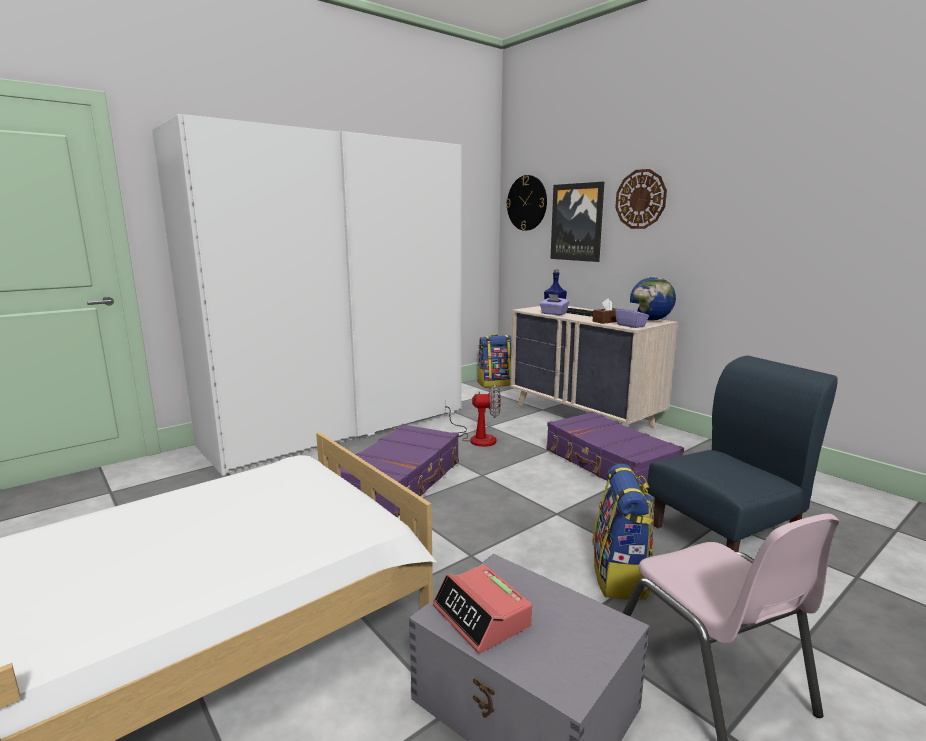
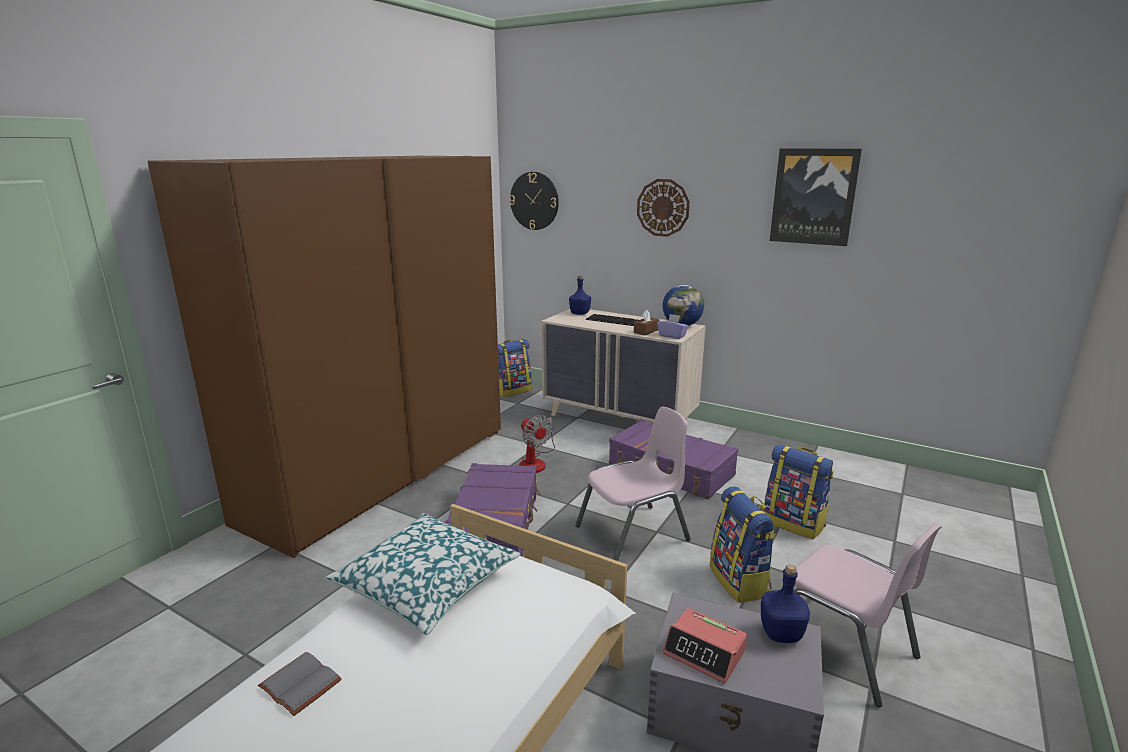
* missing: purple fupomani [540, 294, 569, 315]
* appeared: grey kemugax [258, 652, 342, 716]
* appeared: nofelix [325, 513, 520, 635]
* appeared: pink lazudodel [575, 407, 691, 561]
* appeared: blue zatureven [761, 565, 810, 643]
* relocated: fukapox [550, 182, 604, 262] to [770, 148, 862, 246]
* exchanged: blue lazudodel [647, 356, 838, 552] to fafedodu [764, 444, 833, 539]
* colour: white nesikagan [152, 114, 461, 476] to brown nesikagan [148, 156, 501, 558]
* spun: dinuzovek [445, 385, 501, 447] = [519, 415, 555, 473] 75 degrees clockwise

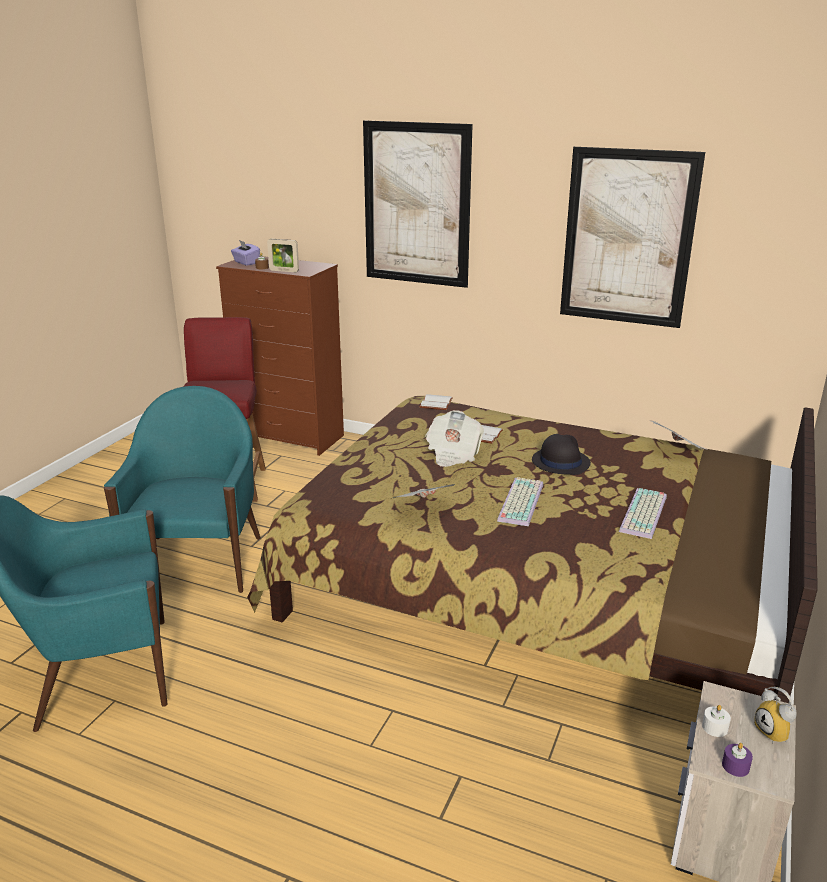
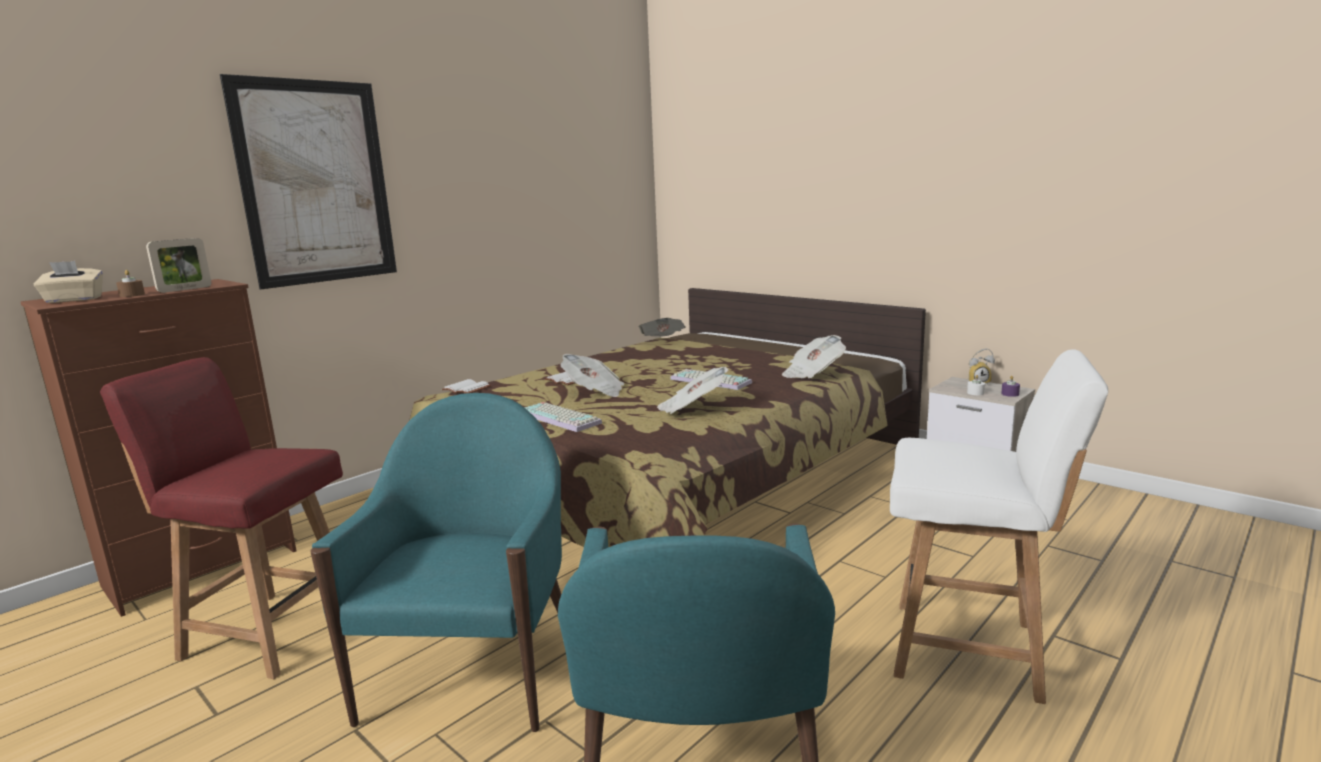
* missing: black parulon [532, 434, 591, 475]
* missing: fukapox [560, 147, 705, 328]
* appeared: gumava [782, 335, 846, 378]
* appeared: white lazudodel [890, 349, 1108, 704]
* relocated: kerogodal [619, 488, 667, 539] to [525, 402, 602, 432]
* colour: purple fupomani [231, 240, 260, 265] to beige fupomani [34, 261, 103, 303]
* spun: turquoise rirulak [104, 386, 261, 593] = [311, 393, 562, 732] 75 degrees clockwise

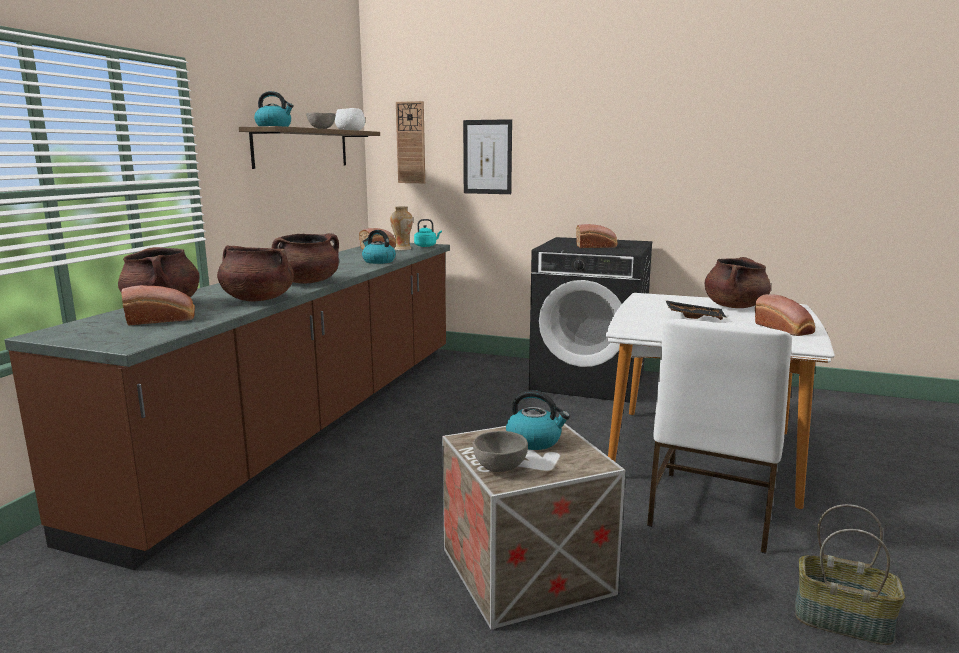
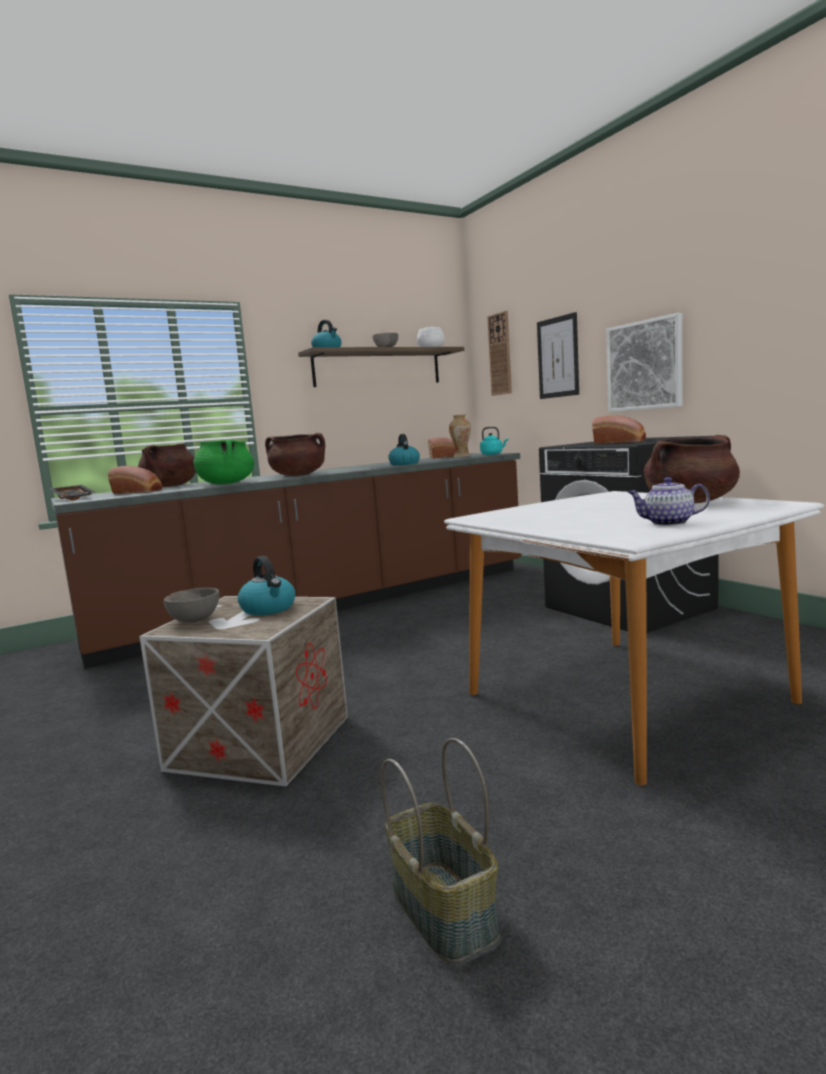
* missing: white lazudodel [647, 319, 792, 554]
* appeared: fukapox [606, 313, 683, 412]
* relocated: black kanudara [666, 300, 727, 320] to [50, 485, 95, 500]
* exchanged: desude [755, 294, 815, 336] to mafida [628, 477, 710, 526]
* colour: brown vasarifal [217, 245, 294, 301] to green vasarifal [193, 440, 254, 484]

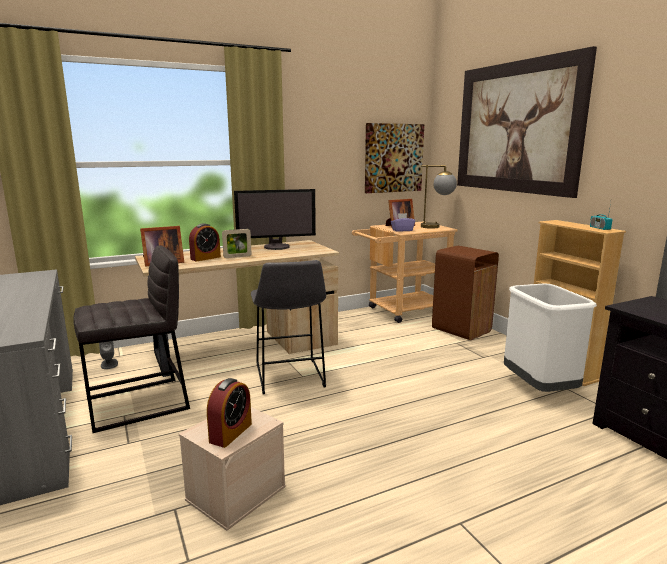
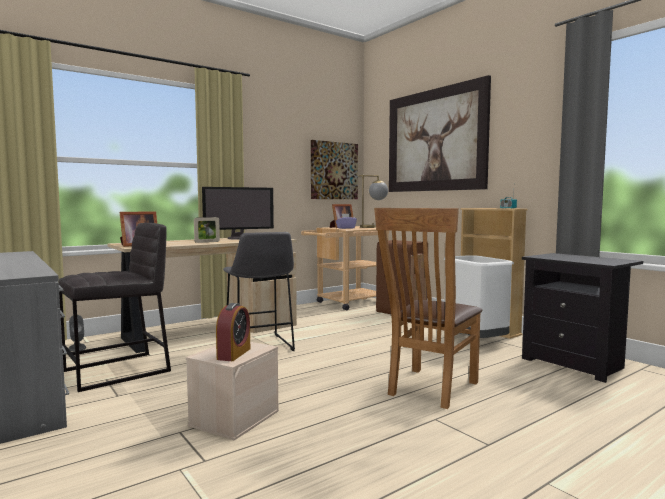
* missing: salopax [189, 223, 221, 262]
* appeared: brown lazudodel [374, 208, 482, 409]

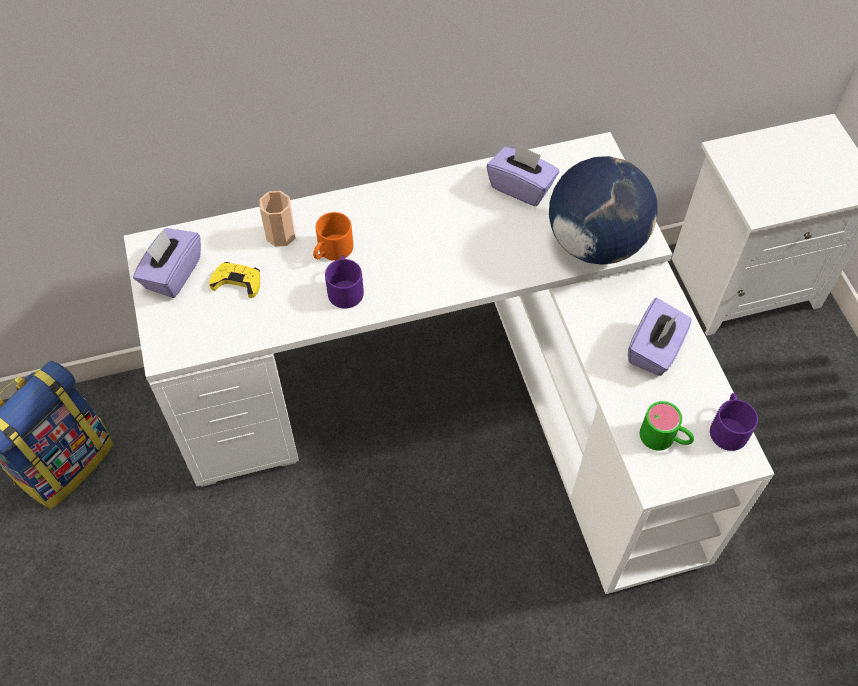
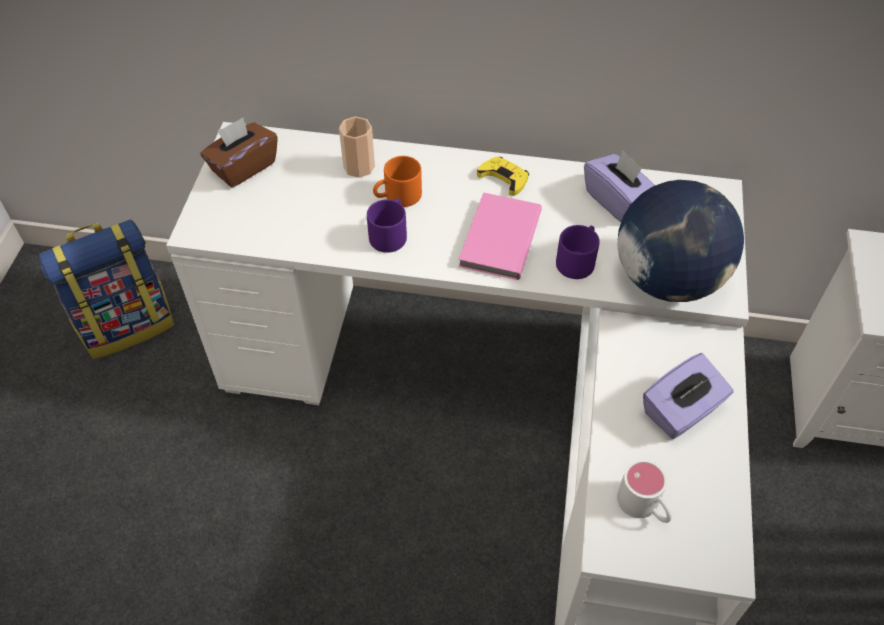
* appeared: pink kemugax [458, 192, 542, 280]
* relocated: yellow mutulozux [209, 262, 260, 298] to [477, 157, 529, 196]
* relocated: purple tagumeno [710, 393, 758, 451] to [556, 225, 600, 279]
* colour: purple fupomani [133, 228, 201, 298] to brown fupomani [200, 118, 278, 187]
* colour: green tagumeno [640, 401, 694, 450] to white tagumeno [617, 460, 672, 523]

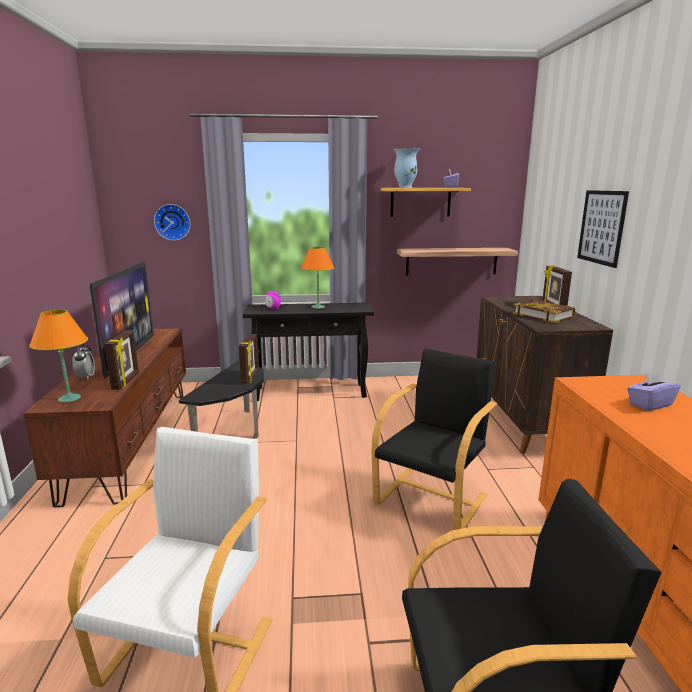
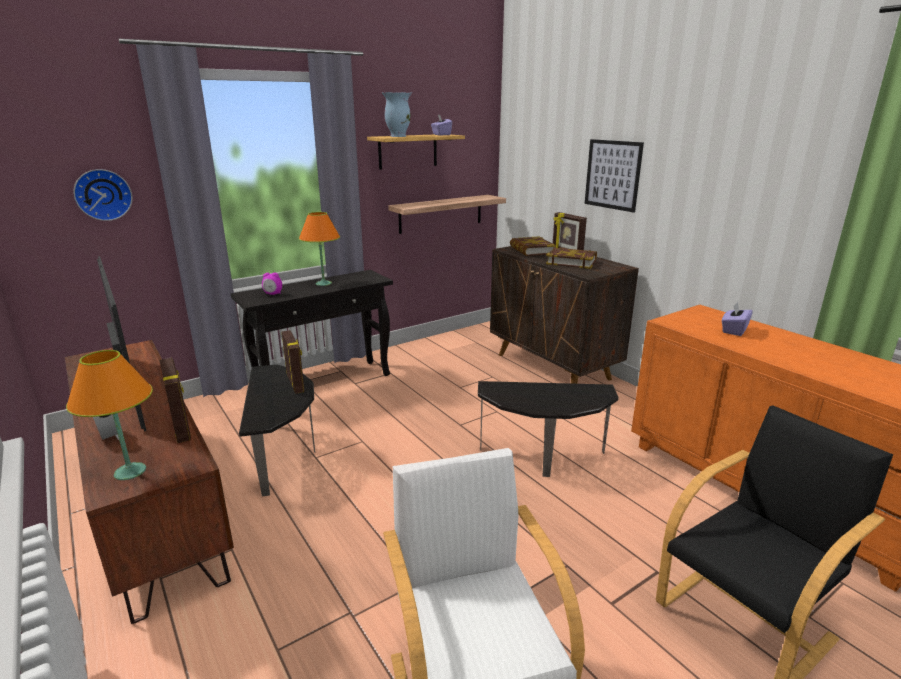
* appeared: kemugax [510, 237, 556, 256]
* exchanged: black rirulak [372, 348, 497, 530] to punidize [478, 381, 619, 477]

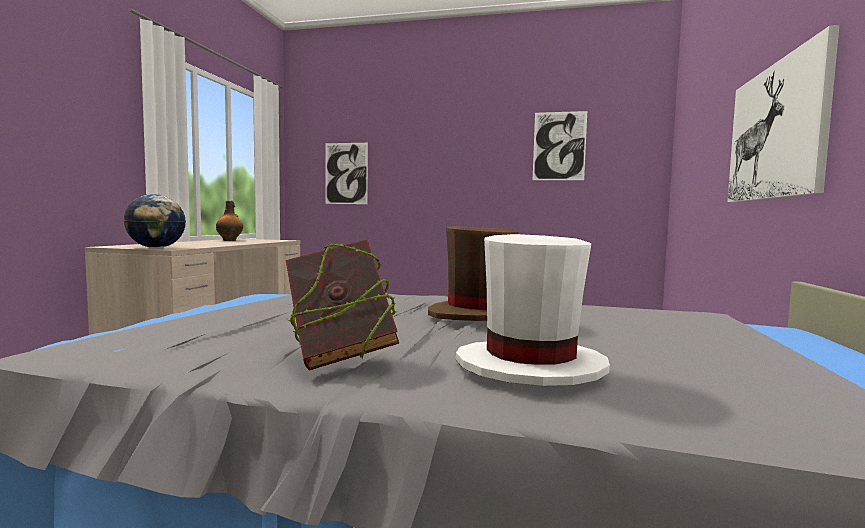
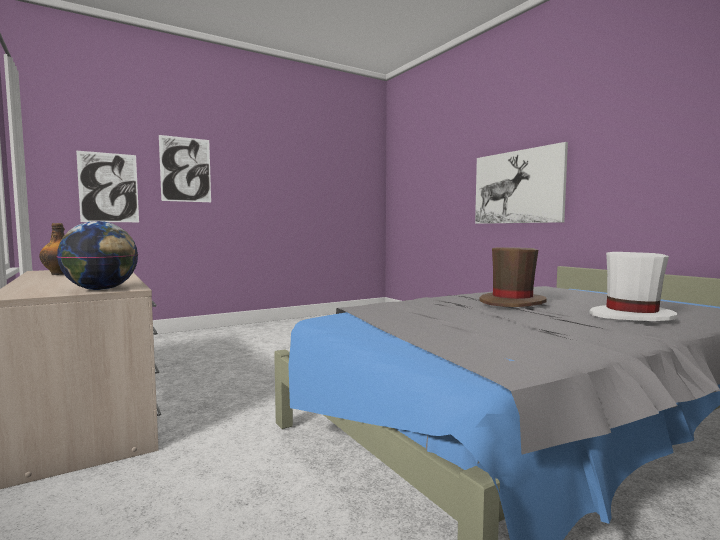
* missing: kemugax [286, 239, 399, 370]
* relocated: fukapox [533, 111, 587, 180] to [159, 135, 211, 202]

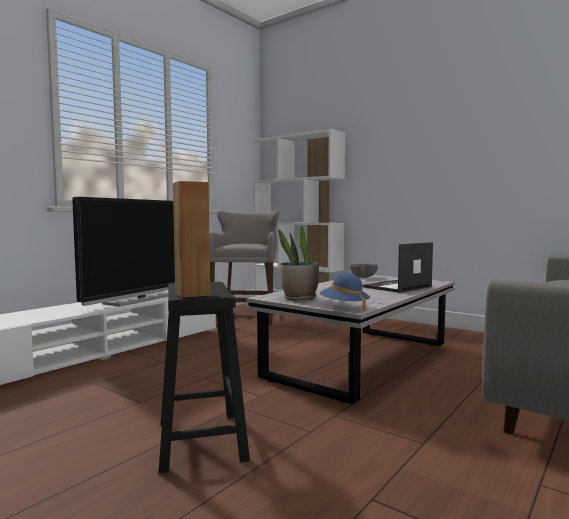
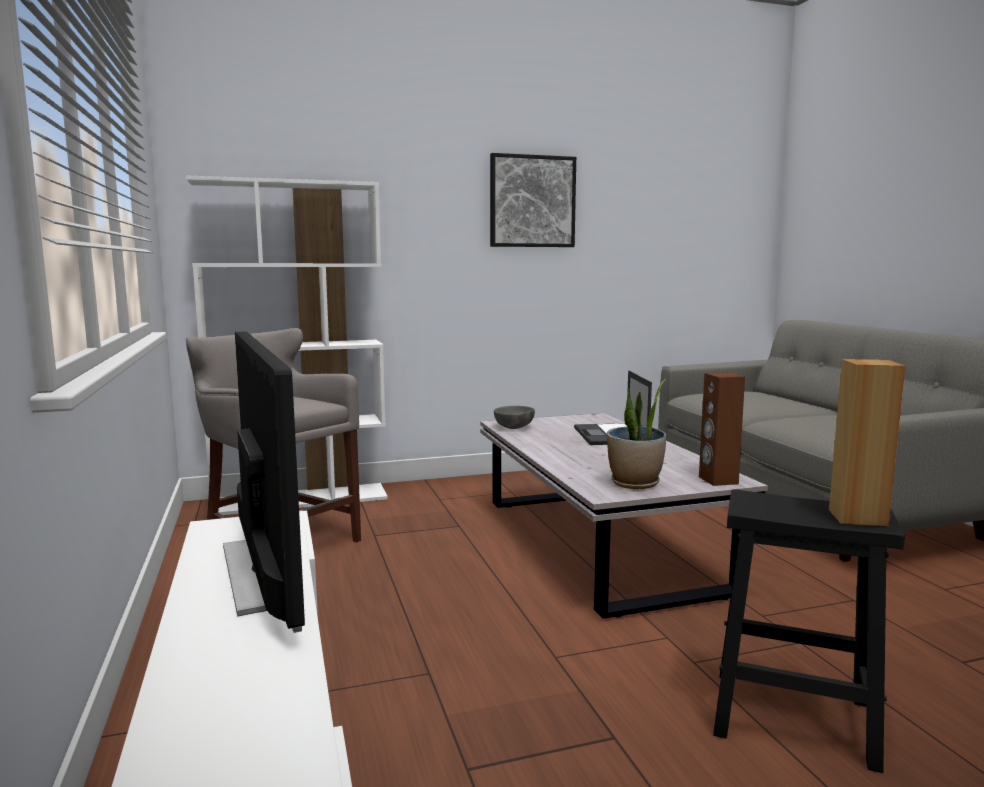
* appeared: fukapox [490, 153, 576, 247]
* exchanged: blue parulon [320, 273, 370, 311] to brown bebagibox [699, 372, 745, 486]

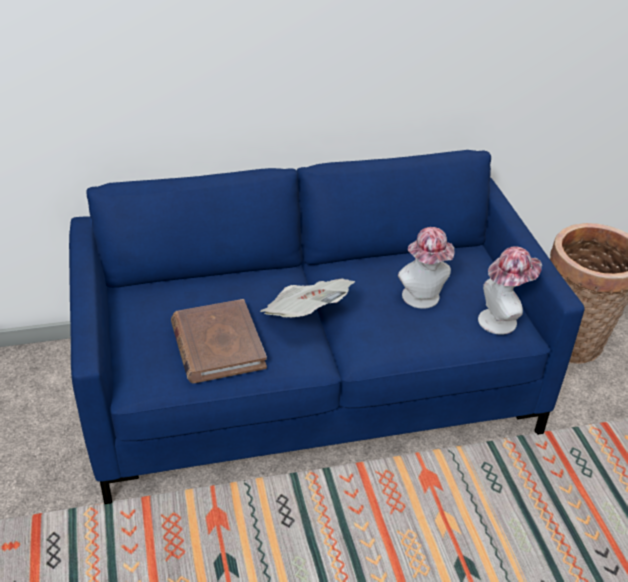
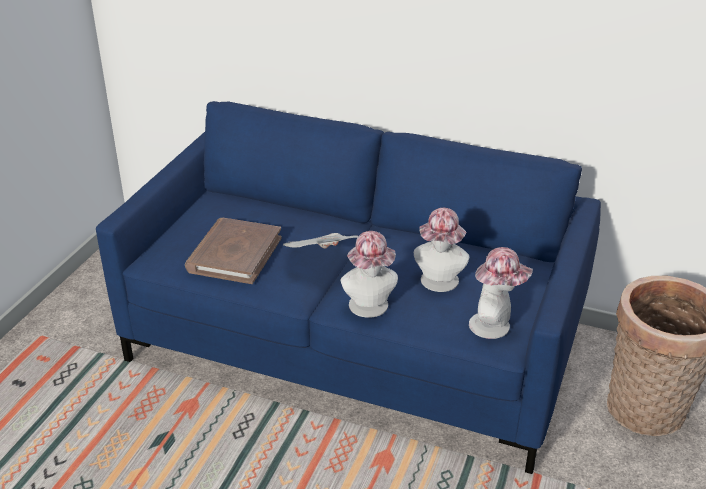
* appeared: parulon [340, 231, 398, 318]

